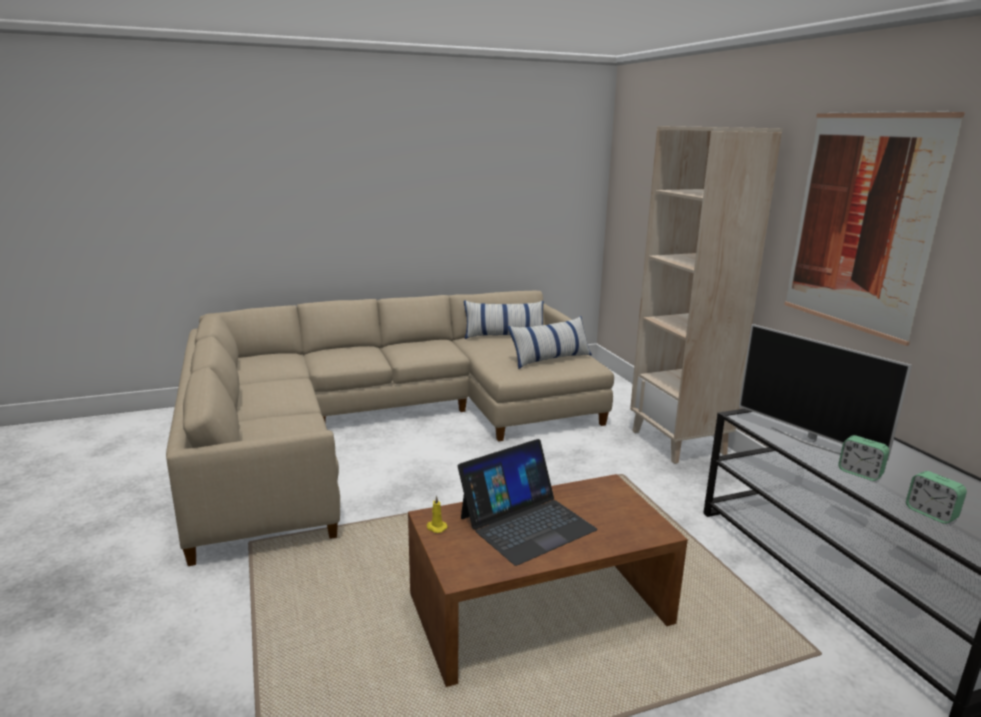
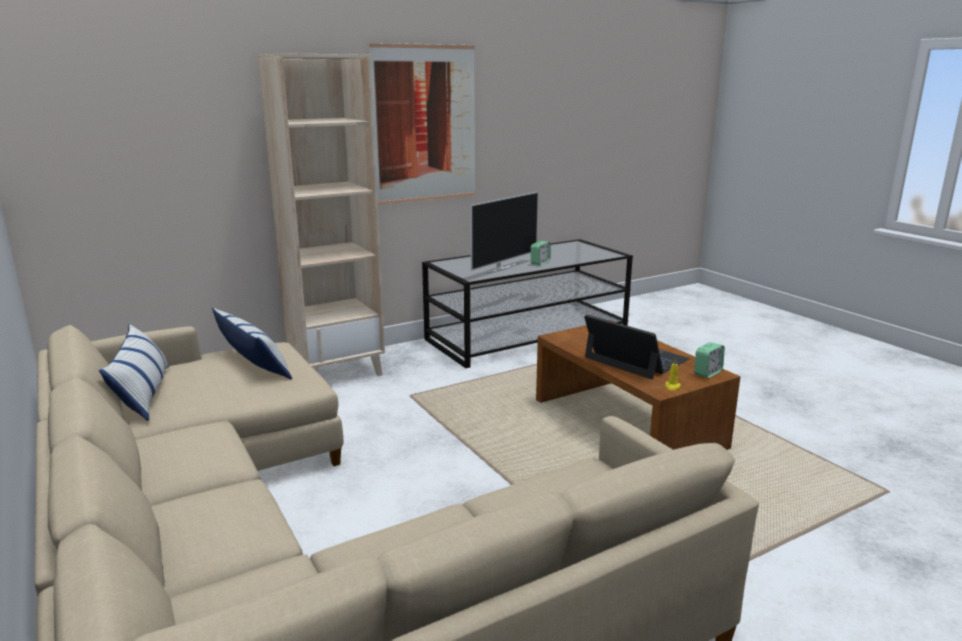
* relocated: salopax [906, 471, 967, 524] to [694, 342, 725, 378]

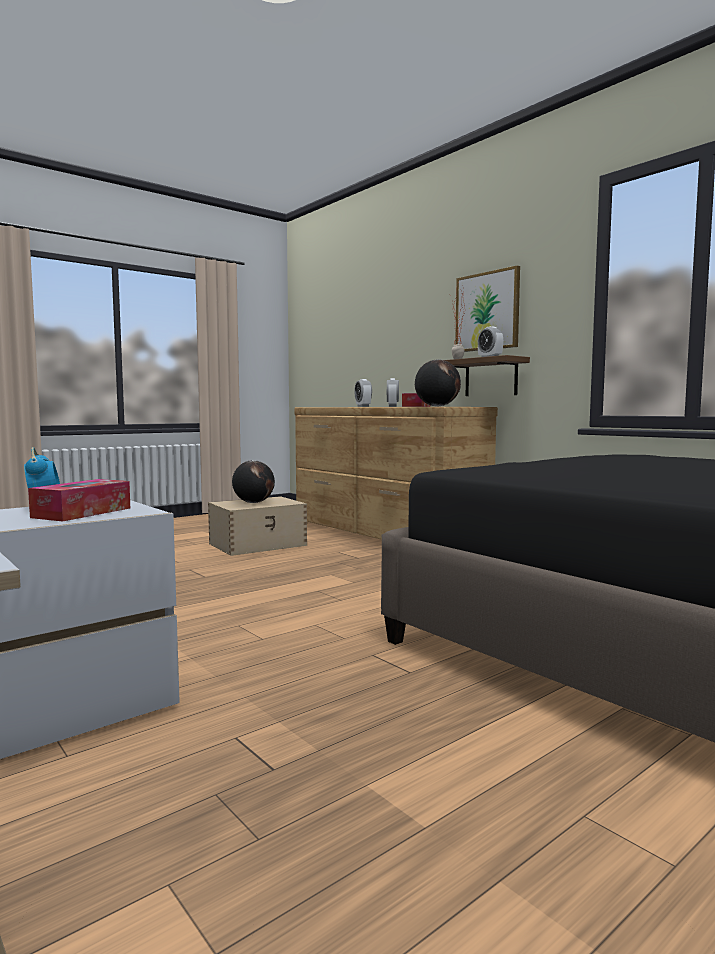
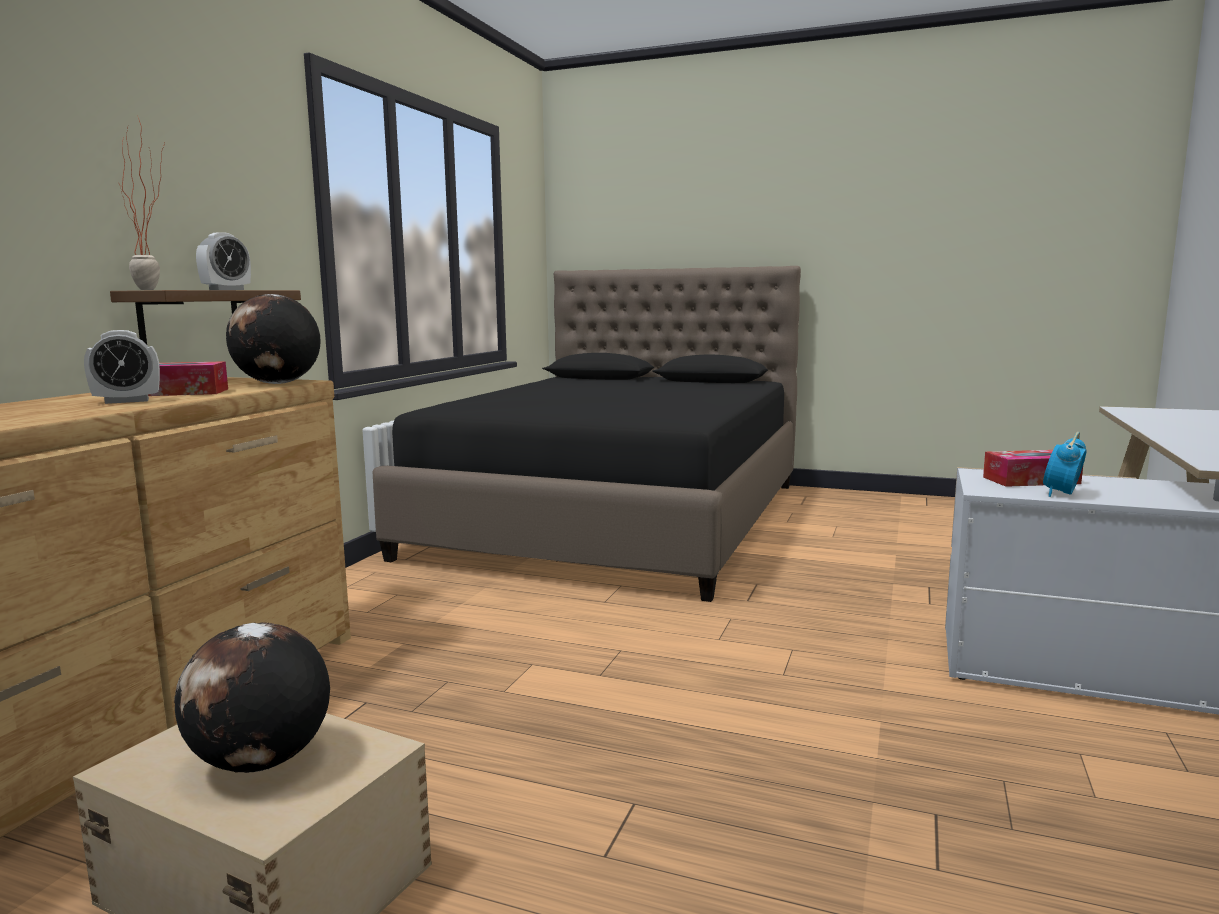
* missing: salopax [354, 379, 372, 407]
* missing: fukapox [455, 266, 520, 352]

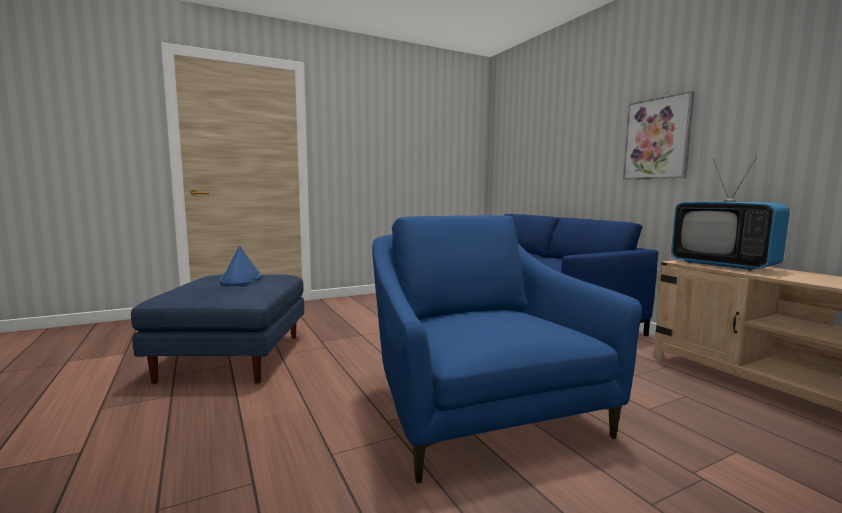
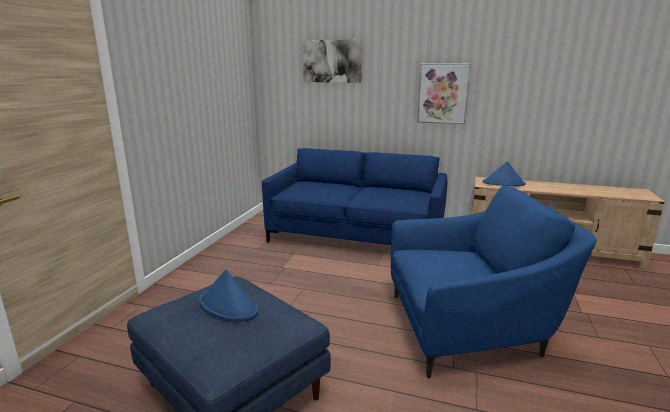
* appeared: fukapox [303, 39, 362, 83]
* exchanged: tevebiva [671, 157, 790, 271] to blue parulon [483, 161, 526, 186]
* spun: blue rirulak [372, 215, 642, 483] = [391, 186, 596, 378] 150 degrees clockwise

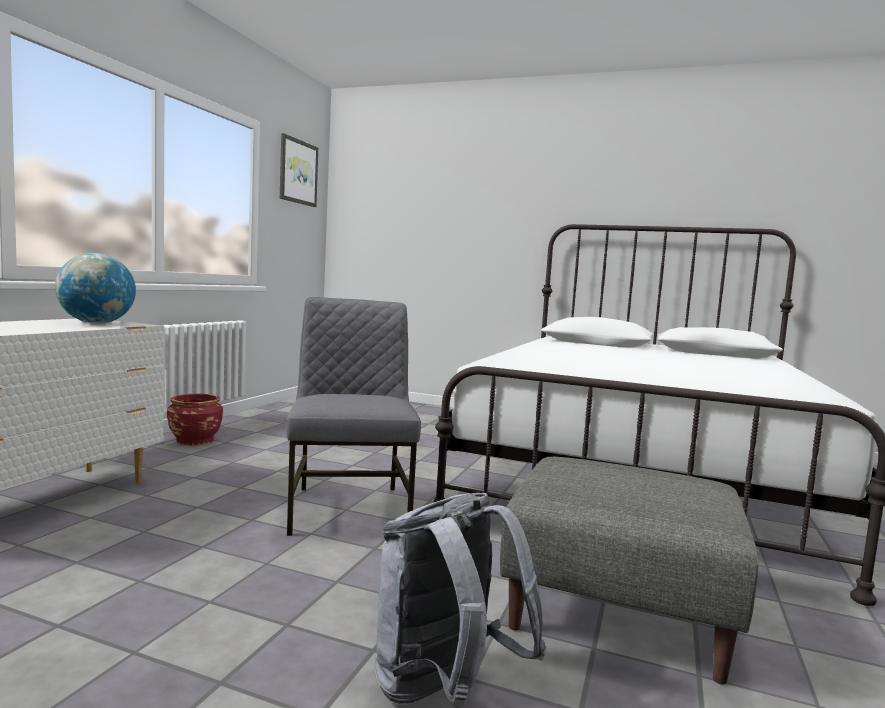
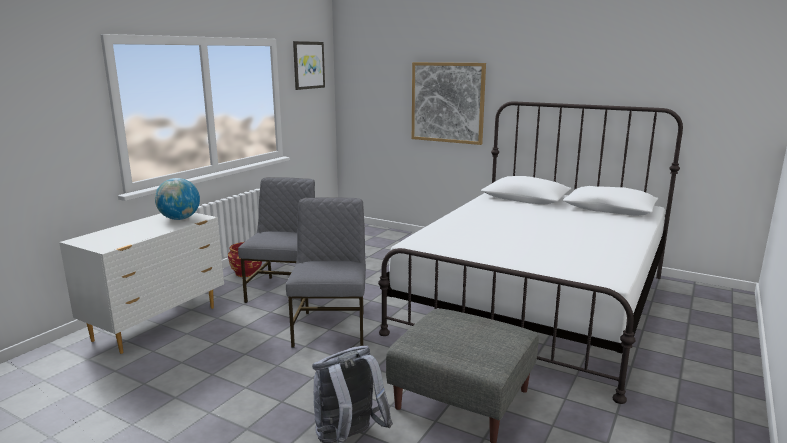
* appeared: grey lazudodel [238, 177, 315, 307]
* appeared: fukapox [412, 62, 486, 145]

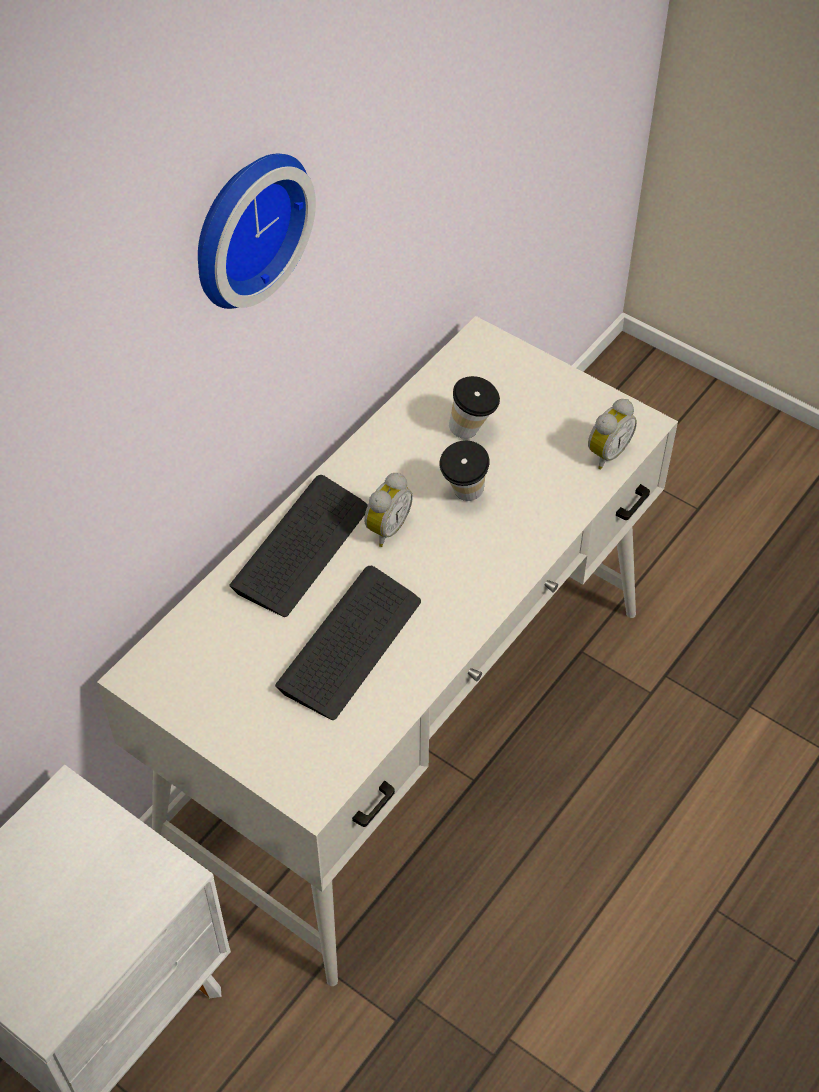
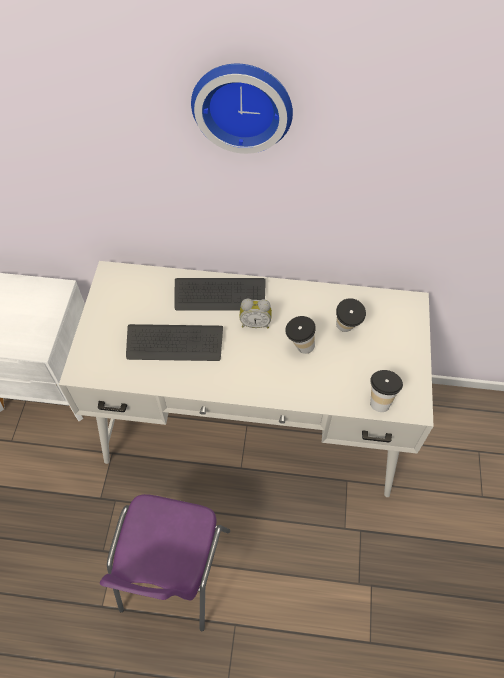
* appeared: purple lazudodel [100, 494, 230, 631]
* exchanged: salopax [588, 399, 637, 470] to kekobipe [370, 370, 403, 412]

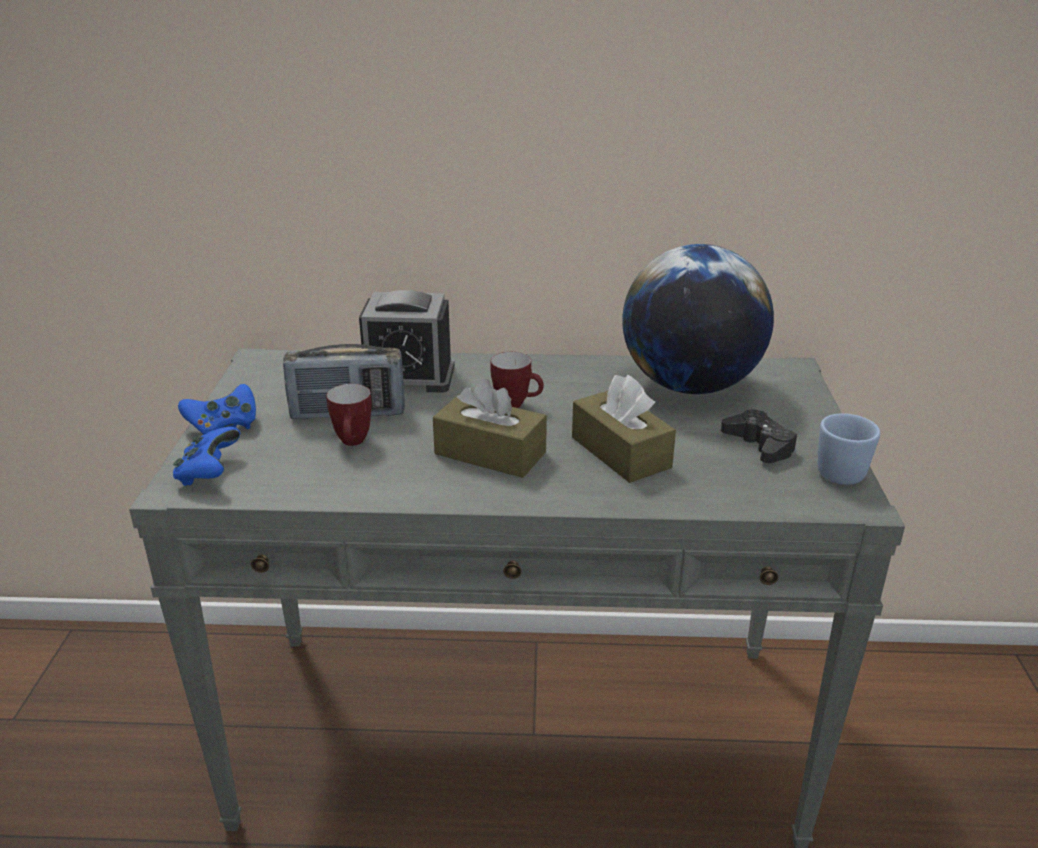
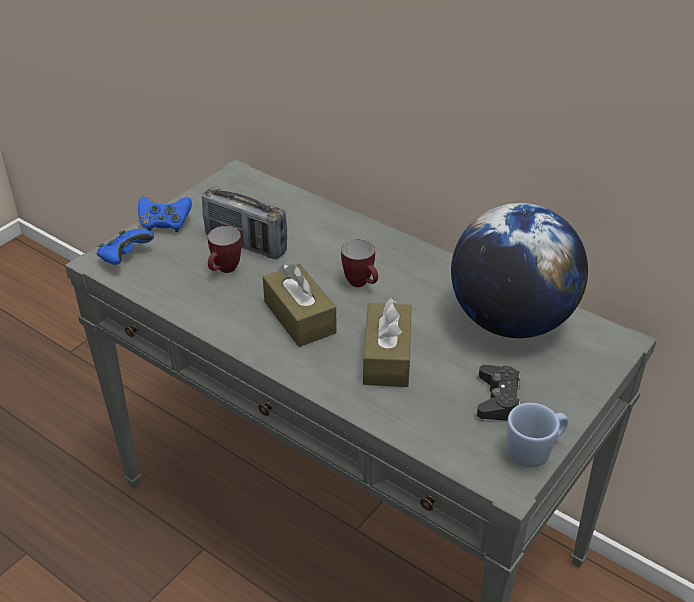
* missing: salopax [359, 290, 455, 393]

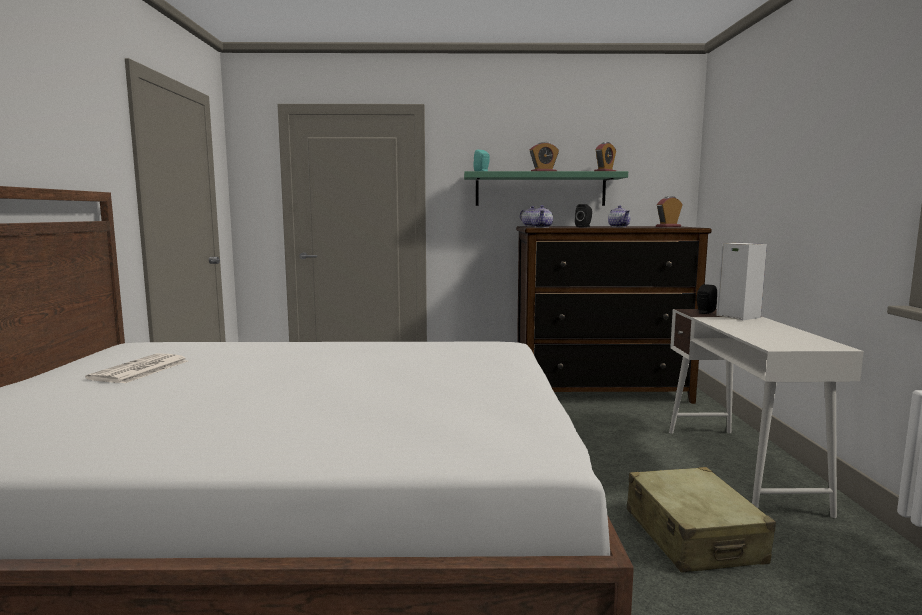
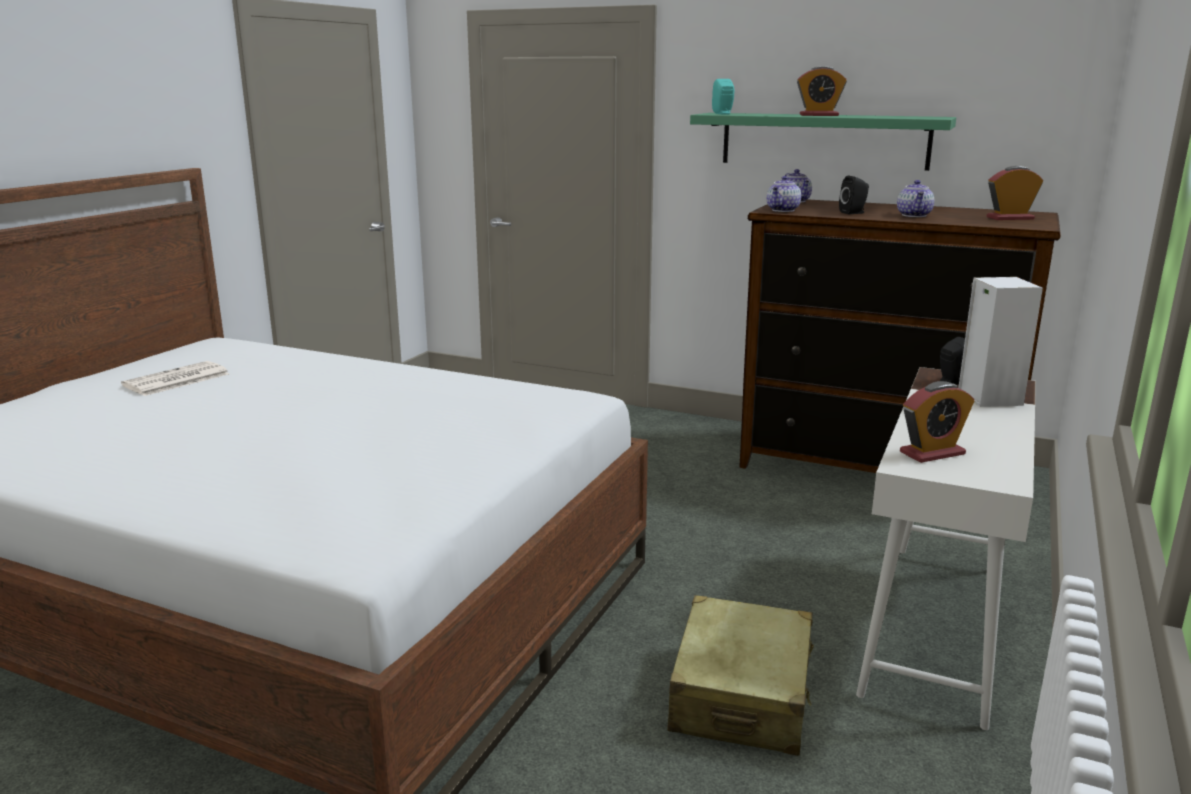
* relocated: salopax [594, 142, 616, 171] to [900, 381, 975, 463]

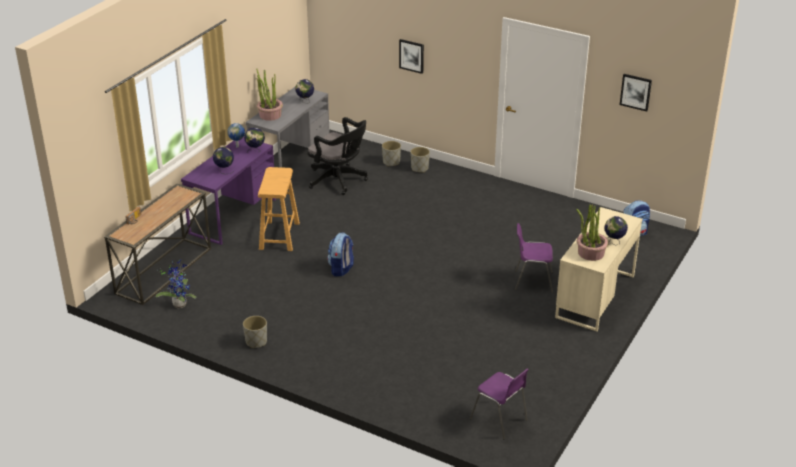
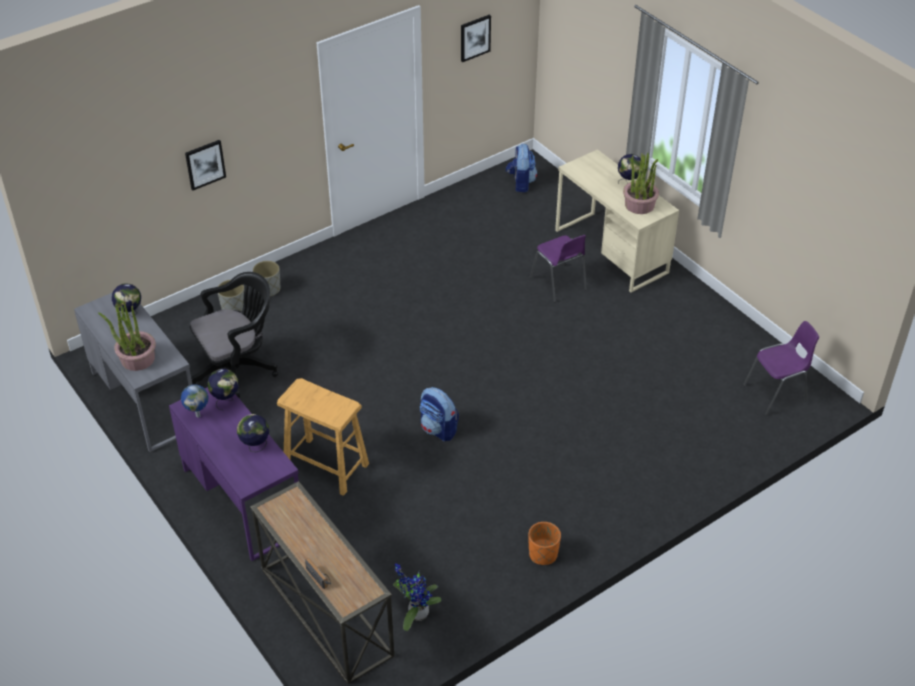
* colour: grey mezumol [243, 316, 267, 348] to orange mezumol [528, 522, 561, 565]
* spun: purple lazudodel [515, 223, 553, 293] = [530, 235, 587, 302] 60 degrees counterclockwise

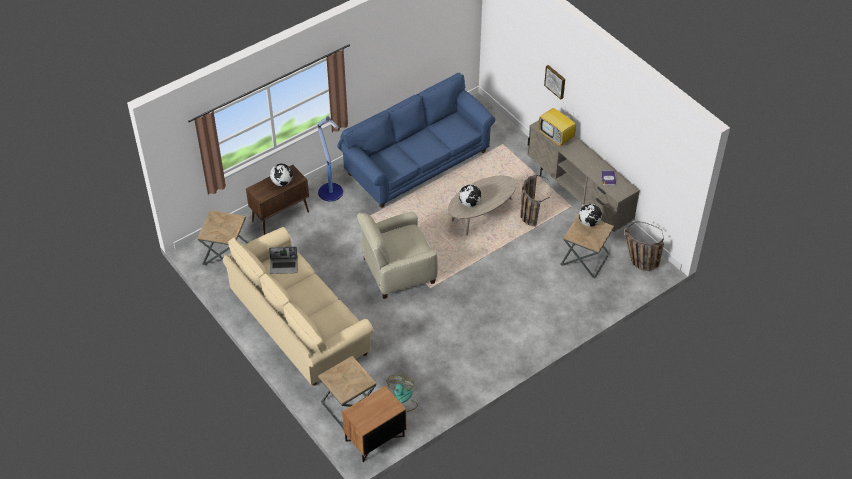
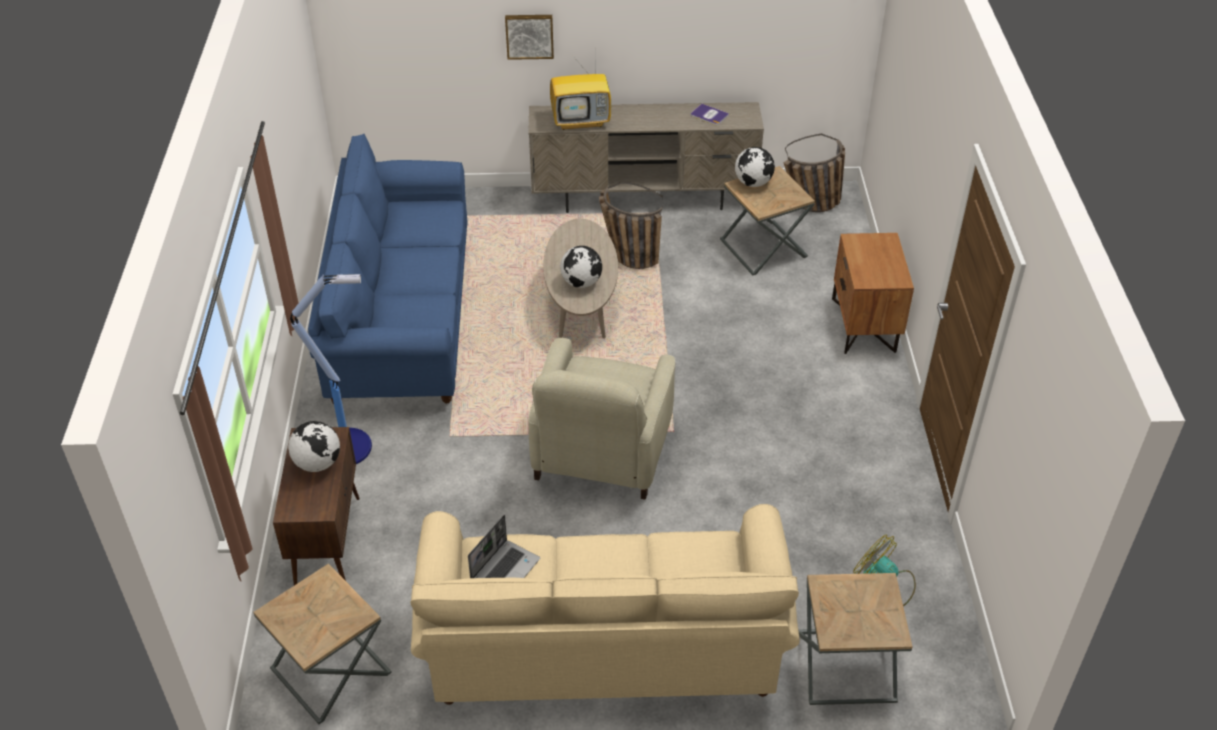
* relocated: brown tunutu [342, 386, 406, 462] to [832, 233, 914, 354]

